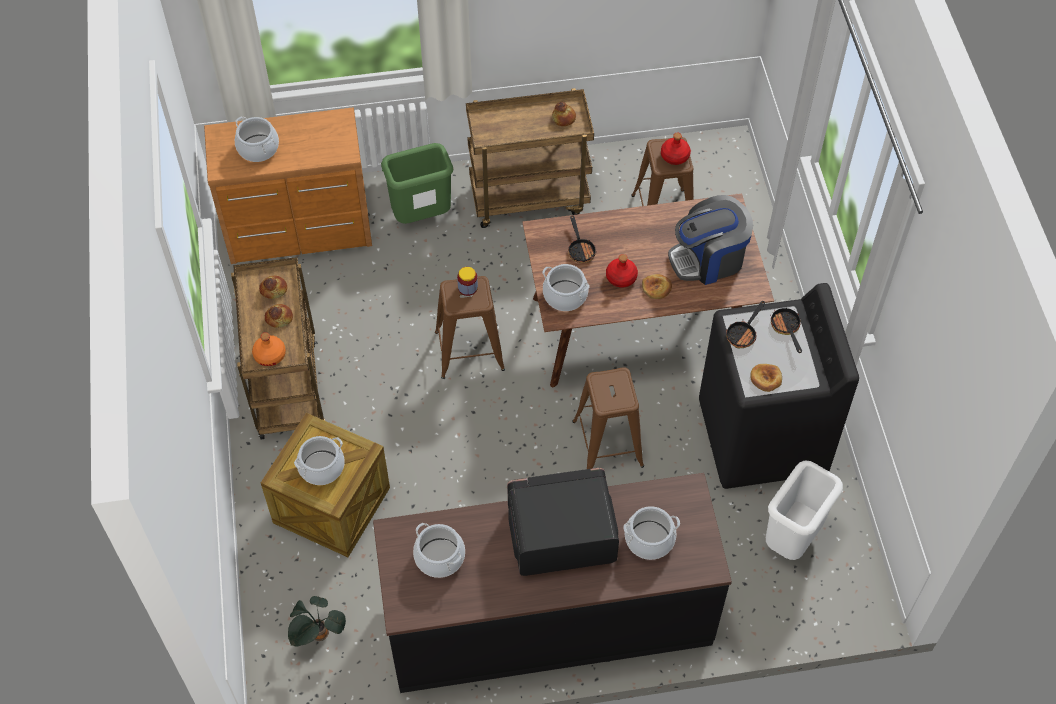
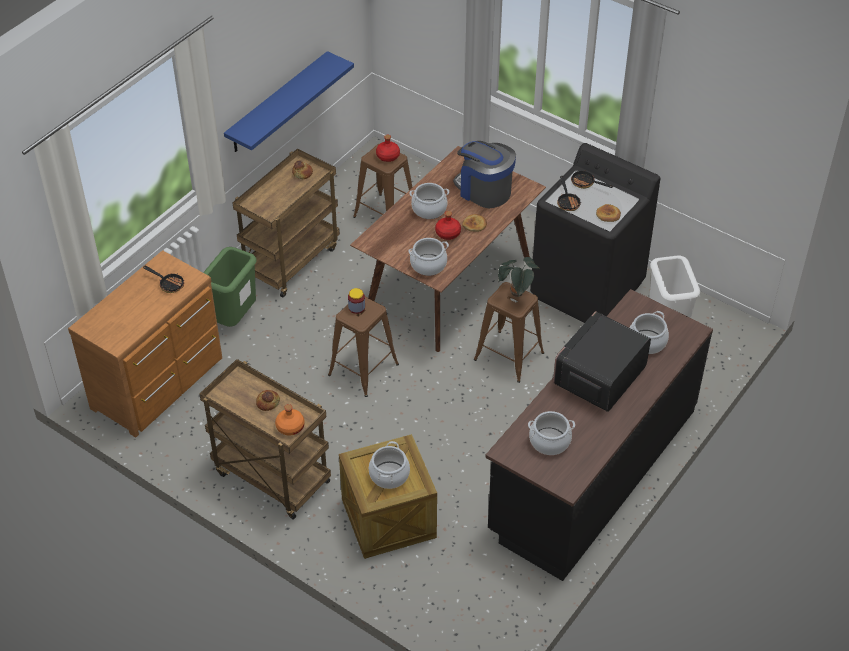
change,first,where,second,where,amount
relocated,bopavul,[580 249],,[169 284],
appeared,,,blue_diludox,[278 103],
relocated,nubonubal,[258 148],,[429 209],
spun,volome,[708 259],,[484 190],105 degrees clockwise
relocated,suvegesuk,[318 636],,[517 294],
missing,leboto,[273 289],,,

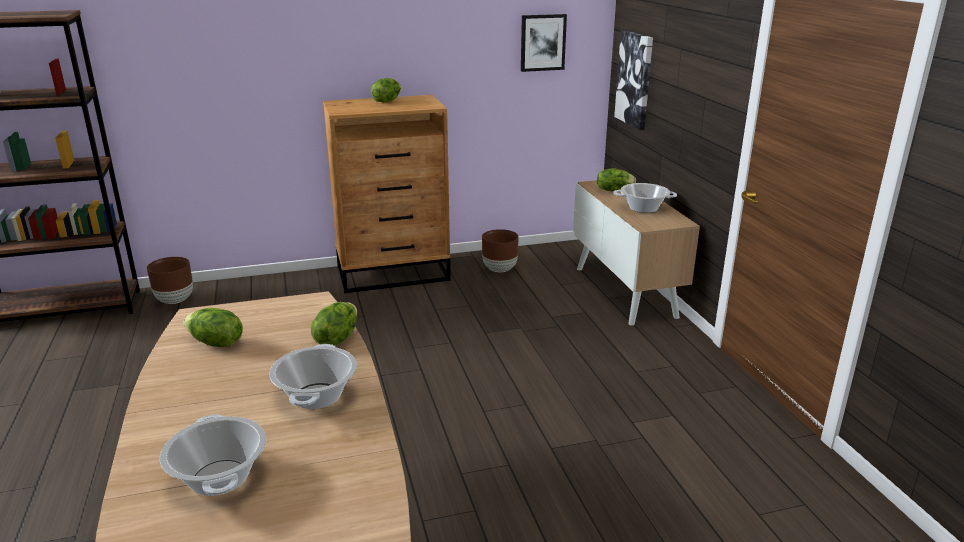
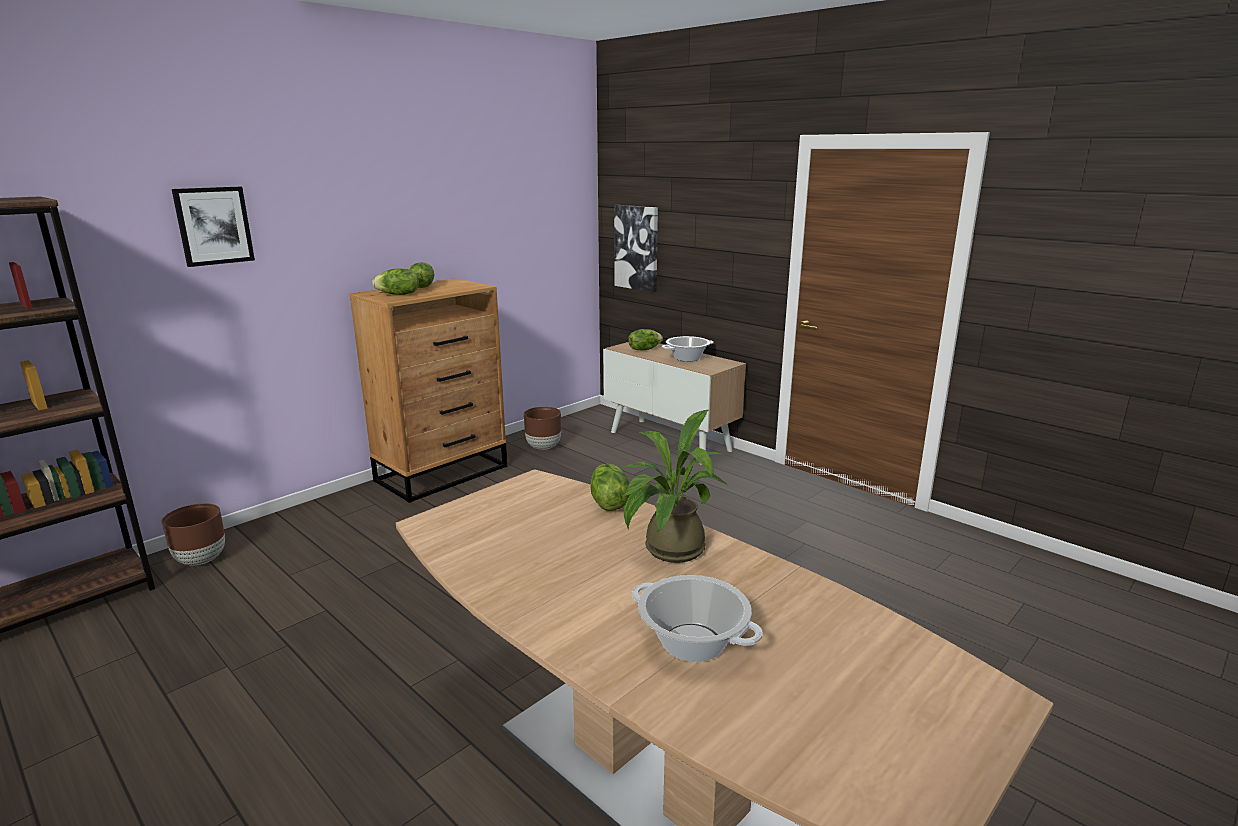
change,first,where,second,where,amount
relocated,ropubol,[542 42],,[214 226],
relocated,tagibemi,[215 343],,[398 295],
exchanged,nubonubal,[316 396],suvegesuk,[668 552],

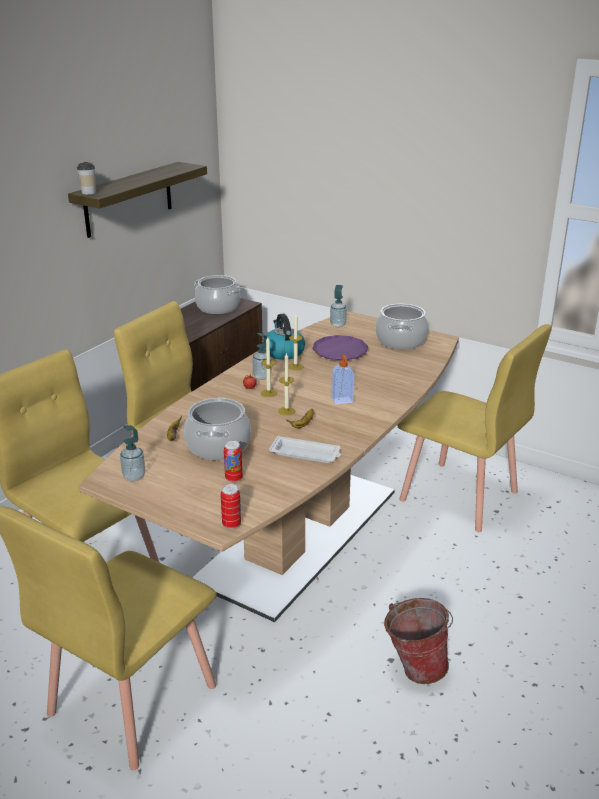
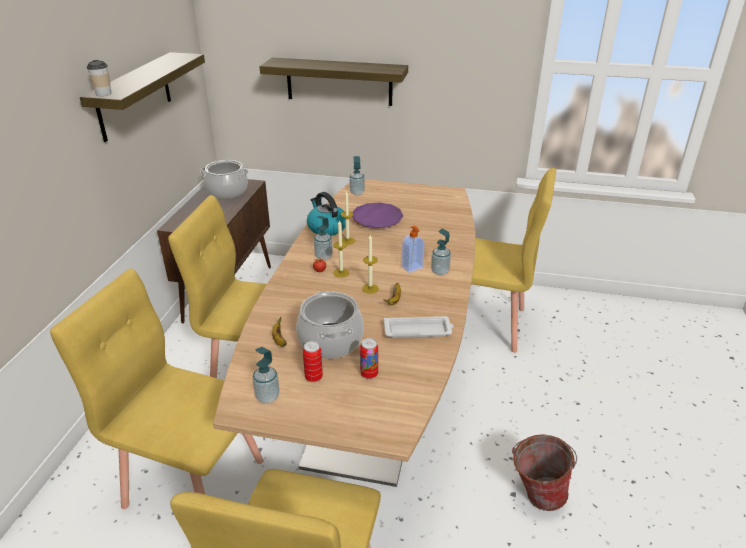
change,first,where,second,where,amount
appeared,,,diludox,[339 81],
relocated,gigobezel,[231 524],,[313 377],
appeared,,,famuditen,[440 271],
missing,nubonubal,[400 341],,,

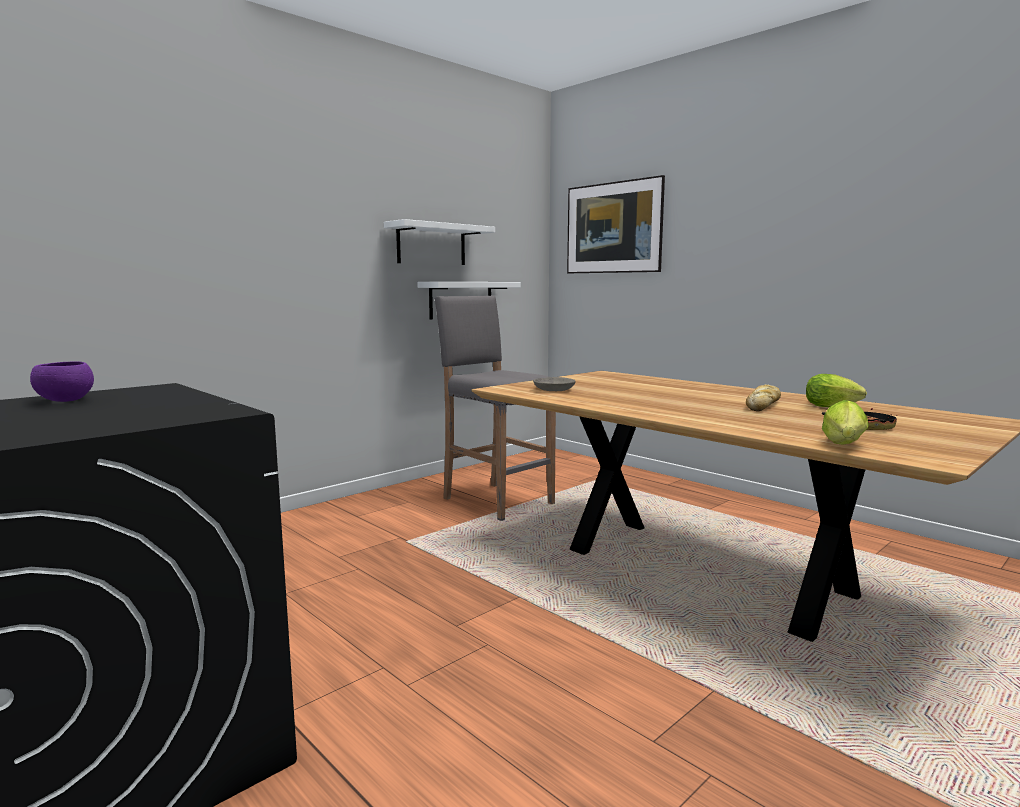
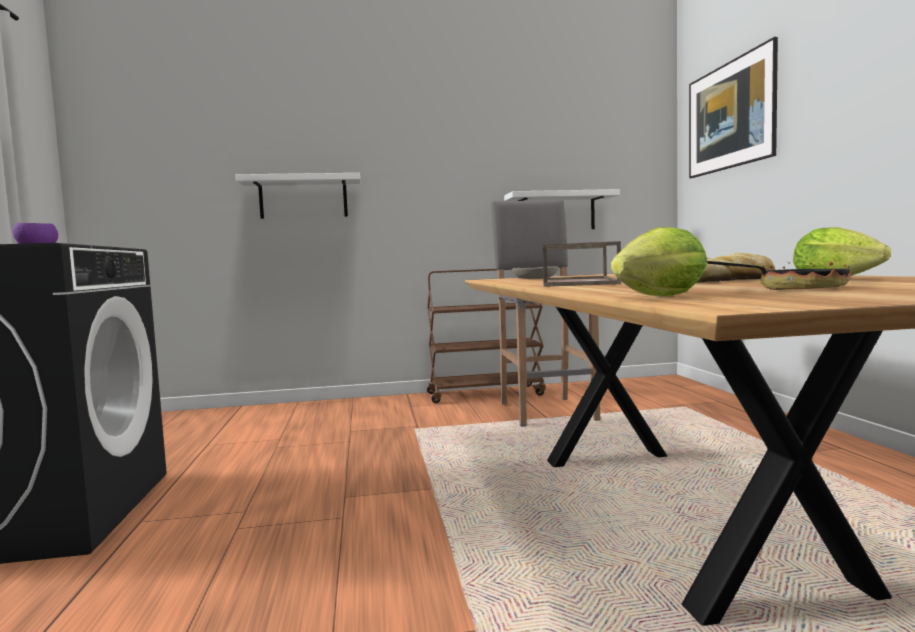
change,first,where,second,where,amount
relocated,white_diludox,[431 244],,[303 198],
appeared,,,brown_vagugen,[486 394],
appeared,,,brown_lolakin,[576 282],

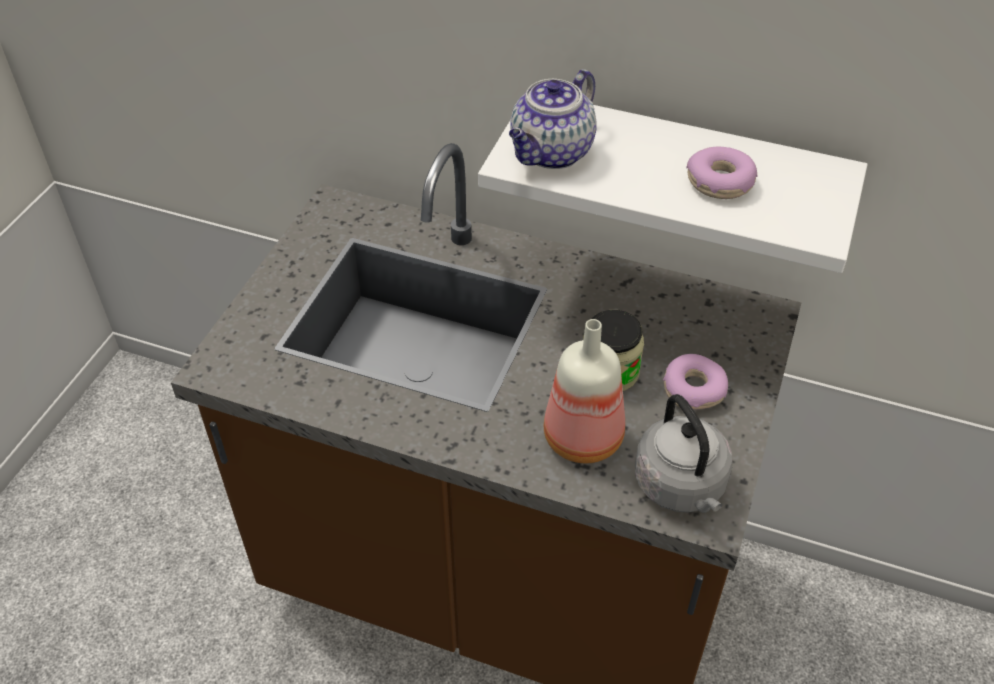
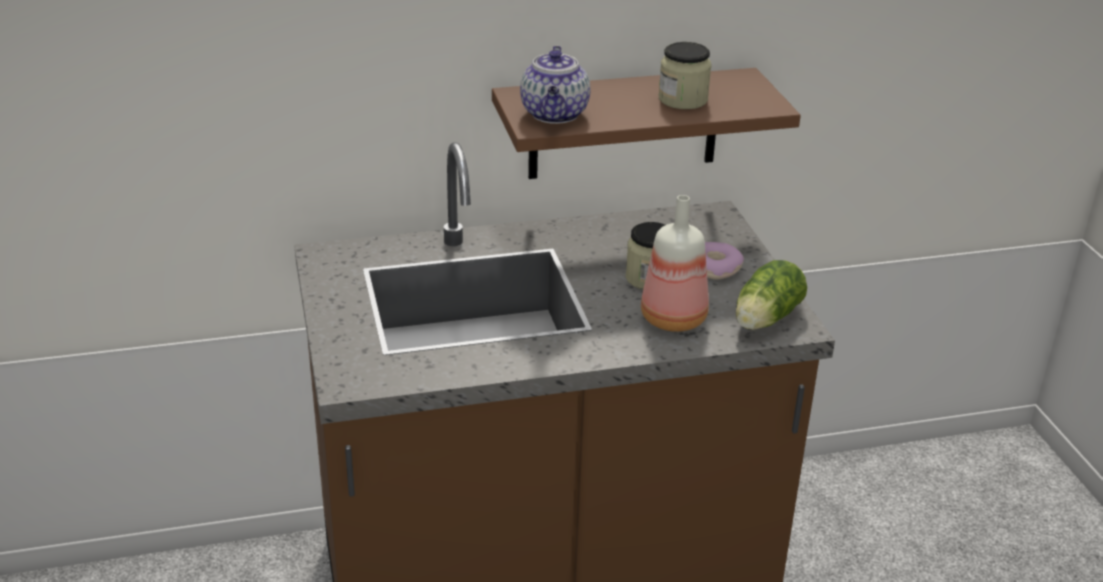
change,first,where,second,where,amount
colour,white_diludox,[683 175],brown_diludox,[624 124],
exchanged,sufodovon,[720 182],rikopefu,[683 99],
exchanged,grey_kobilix,[681 487],tagibemi,[764 319],

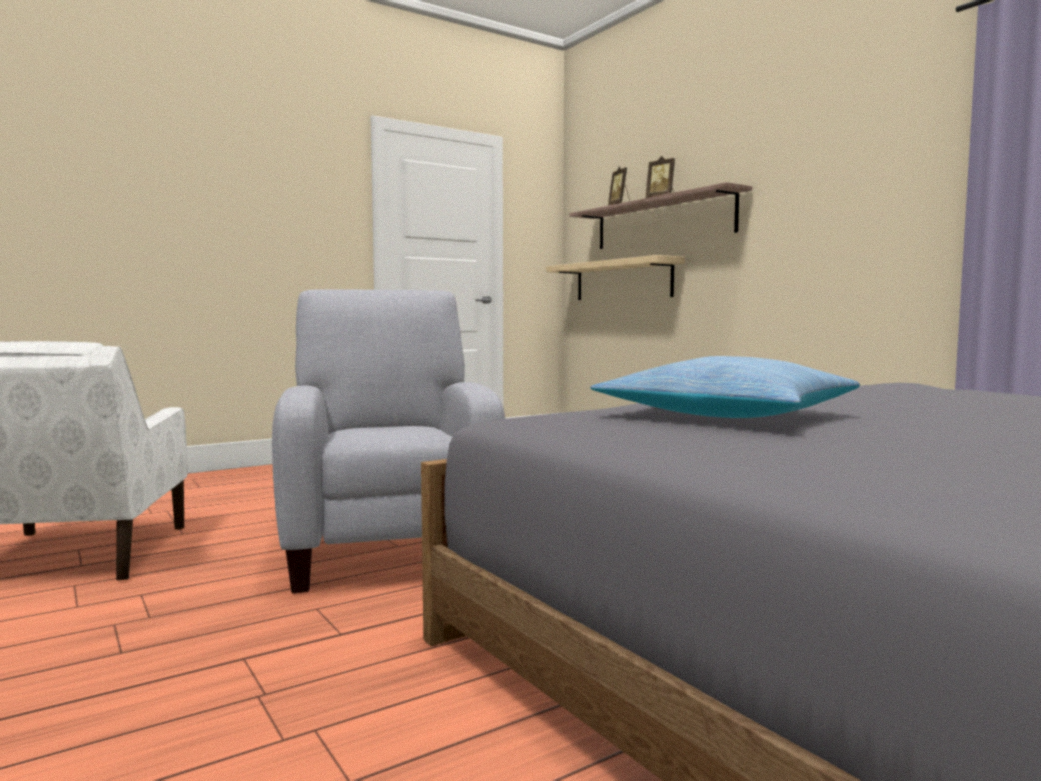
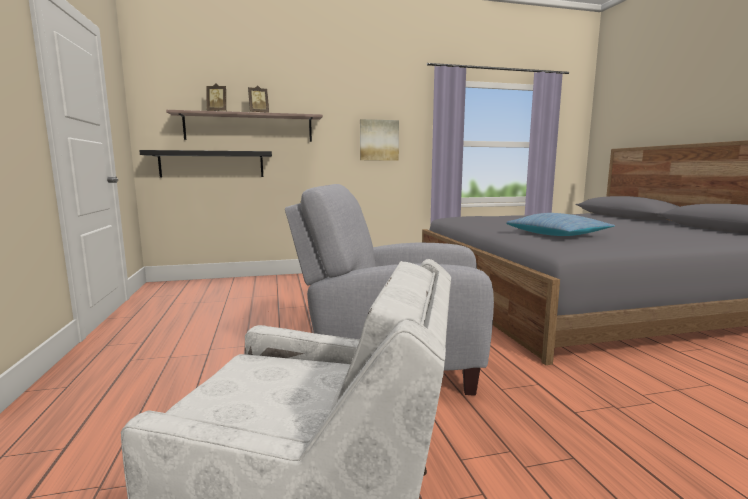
change,first,where,second,where,amount
colour,beige_diludox,[622 280],black_diludox,[212 164],
appeared,,,ropubol,[379 140],

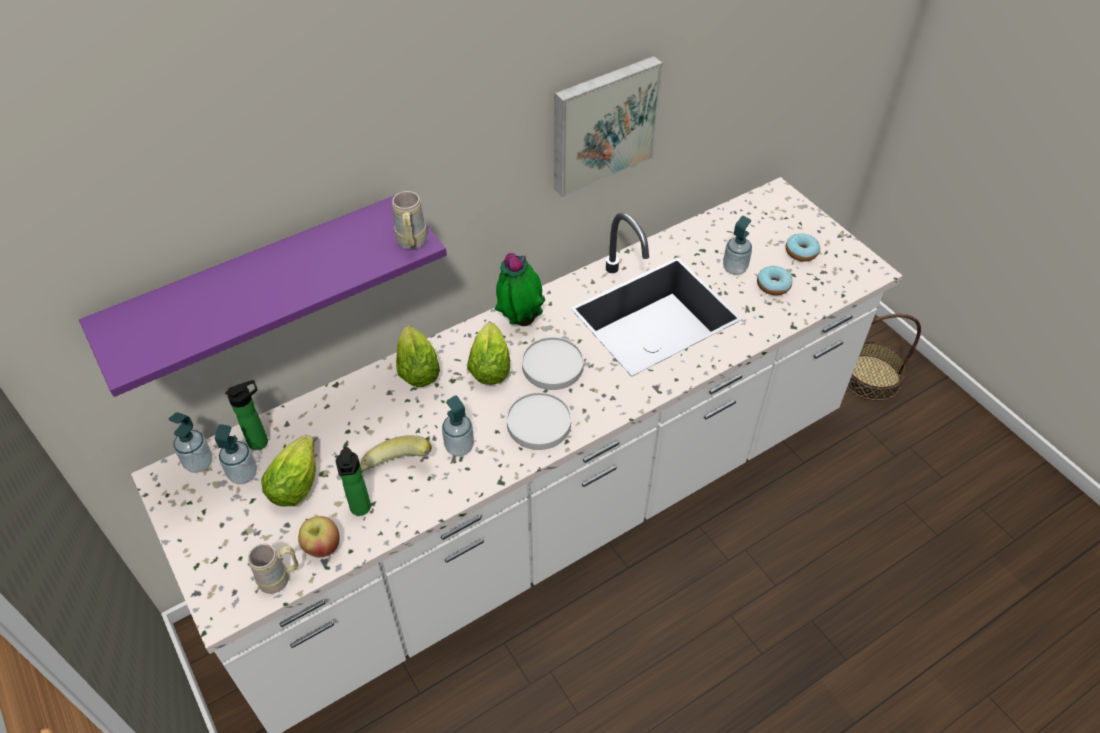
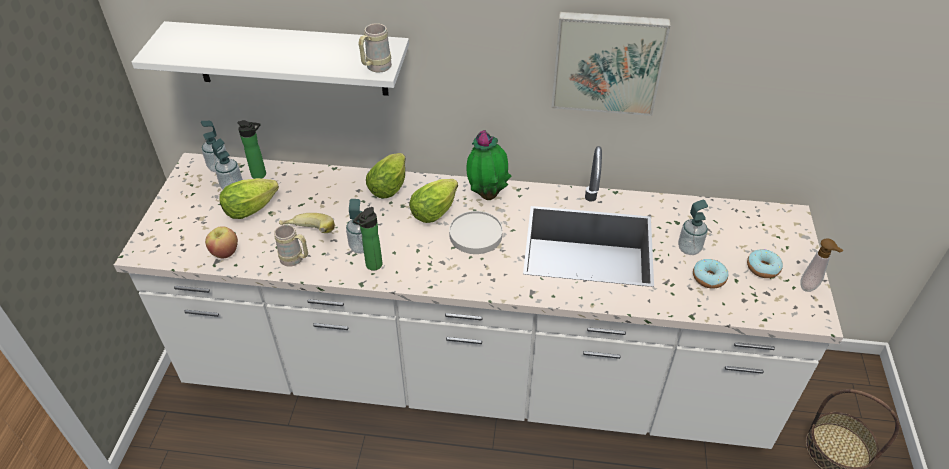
change,first,where,second,where,amount
colour,purple_diludox,[259 284],white_diludox,[290 59],
relocated,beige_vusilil,[280 579],,[295 260],
relocated,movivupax,[360 510],,[372 266],
appeared,,,famuditen,[810 287],
missing,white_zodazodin,[538 424],,,

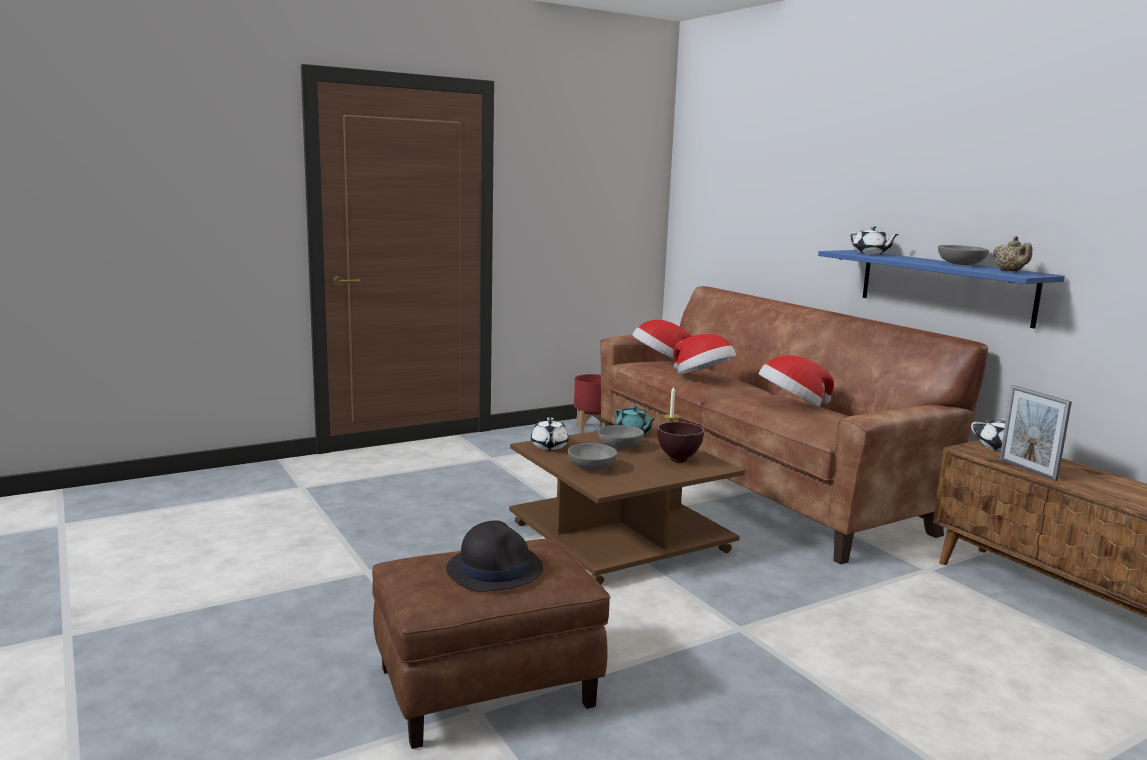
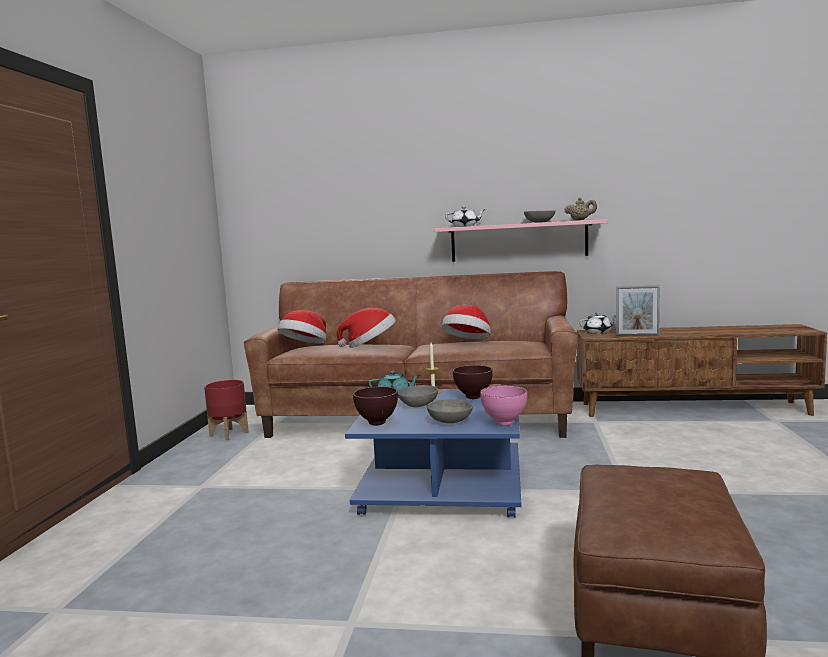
change,first,where,second,where,amount
colour,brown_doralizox,[622 538],blue_doralizox,[444 484],
exchanged,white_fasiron,[549 446],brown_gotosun,[378 423],
colour,blue_diludox,[944 286],pink_diludox,[518 241],
appeared,,,pink_gotosun,[505 424],
missing,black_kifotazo,[495 569],,,

